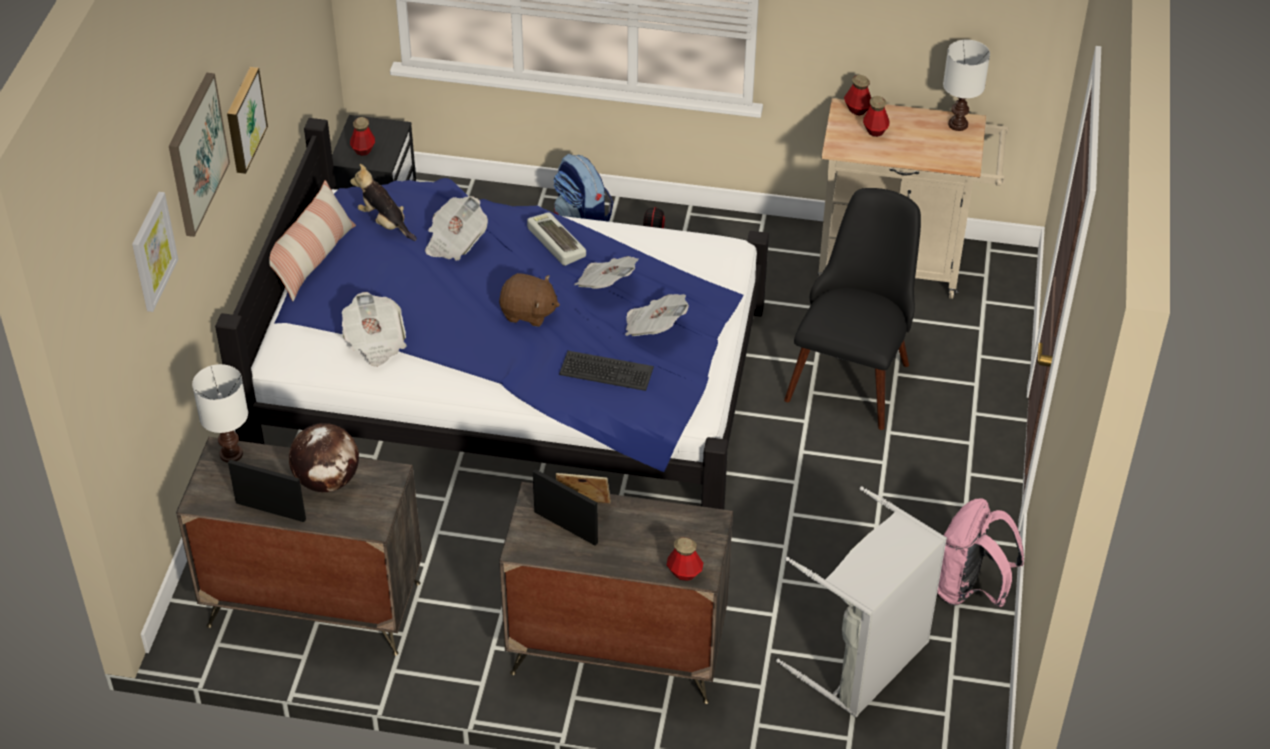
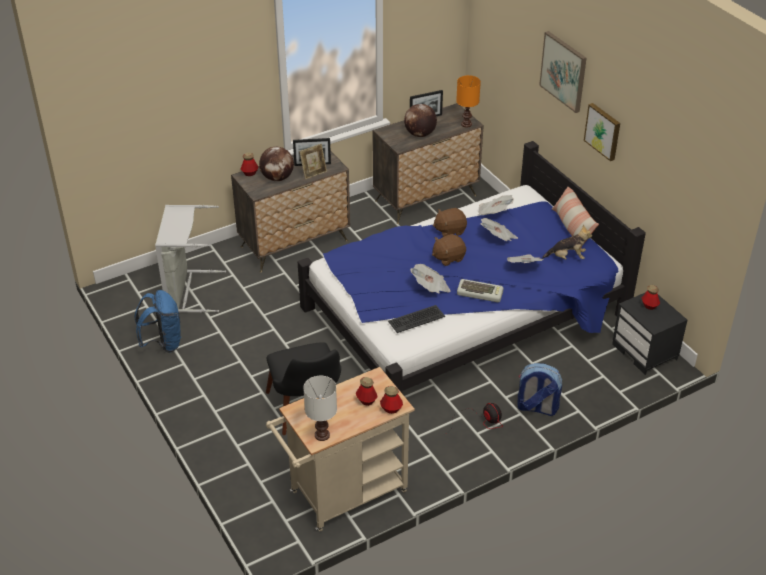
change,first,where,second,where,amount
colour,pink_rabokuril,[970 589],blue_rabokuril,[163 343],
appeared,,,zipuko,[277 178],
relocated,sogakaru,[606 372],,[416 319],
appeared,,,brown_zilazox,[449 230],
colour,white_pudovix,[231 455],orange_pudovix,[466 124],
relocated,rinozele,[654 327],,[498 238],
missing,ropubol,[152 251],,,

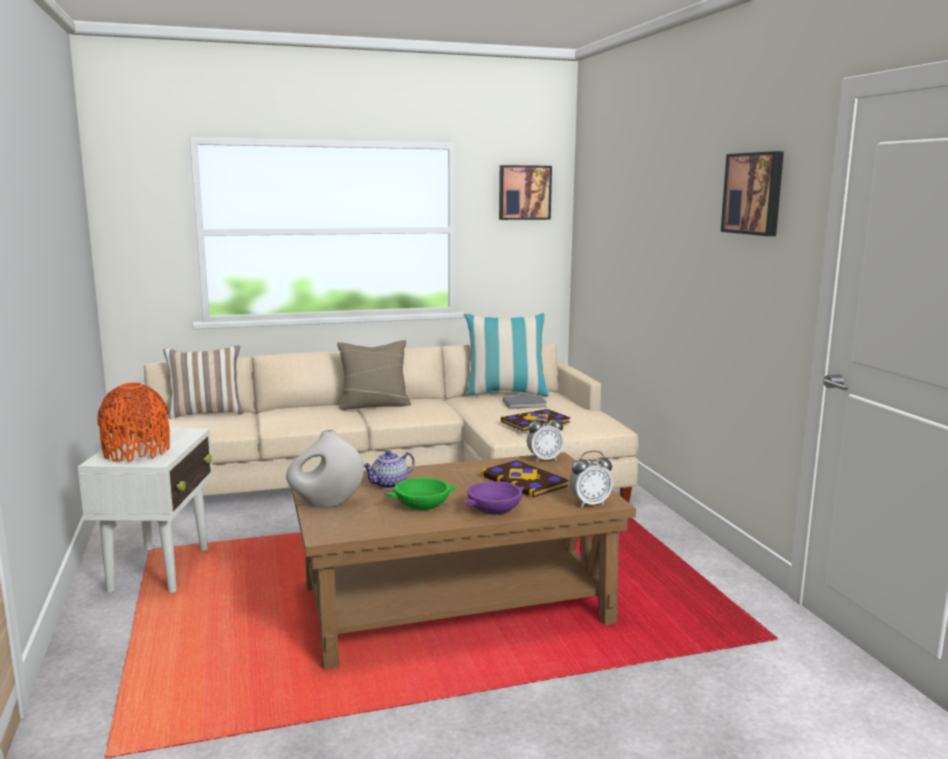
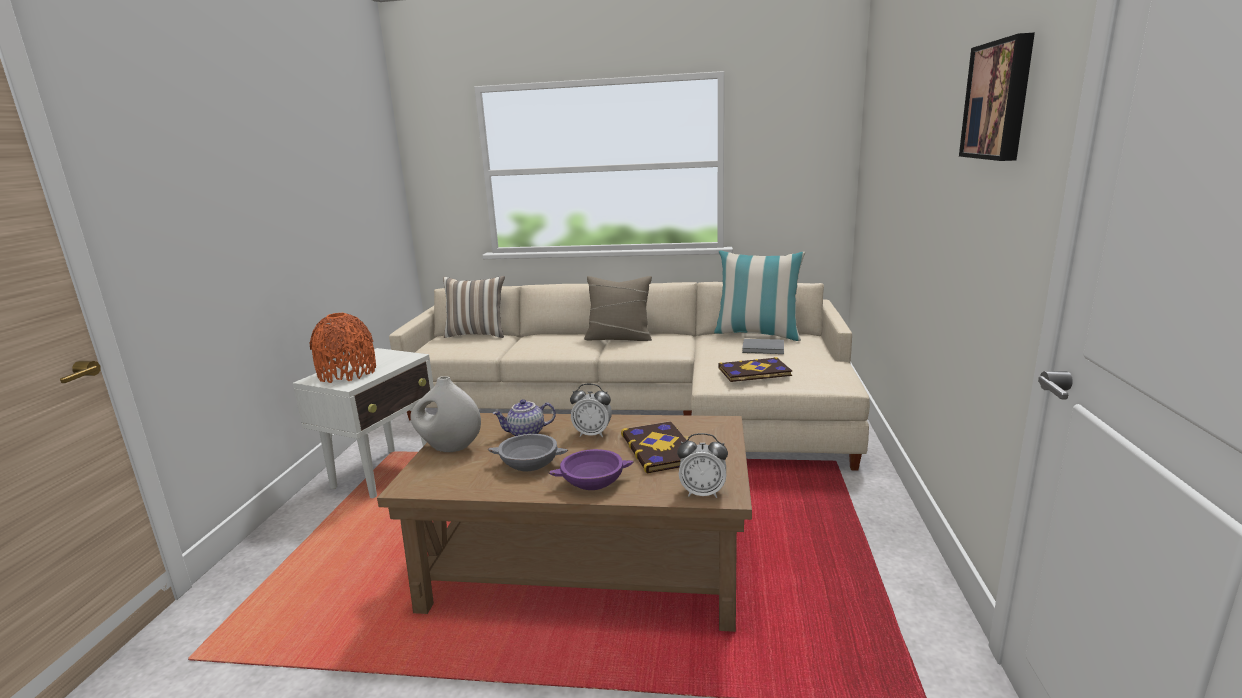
change,first,where,second,where,amount
colour,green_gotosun,[422 504],grey_gotosun,[530 463],
relocated,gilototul,[544 459],,[592 434],
missing,ropubol,[524 192],,,

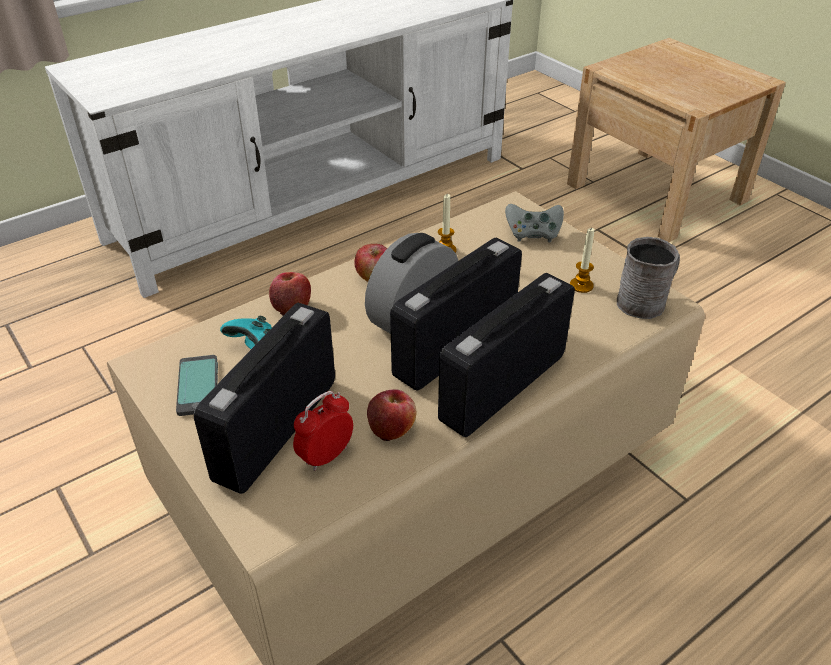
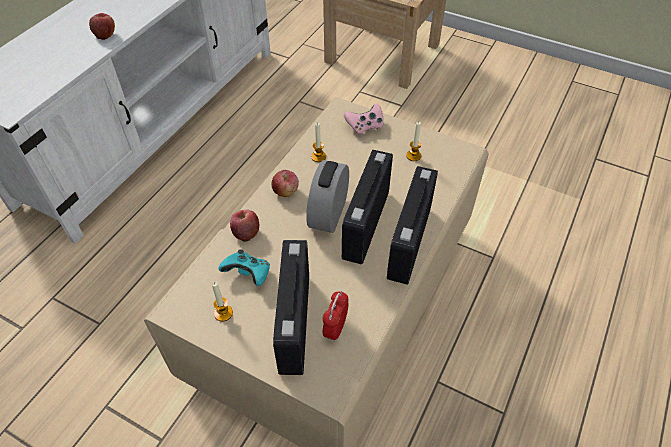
change,first,where,second,where,amount
relocated,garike,[392 428],,[105 34],
exchanged,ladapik,[198 386],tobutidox,[223 313],
colour,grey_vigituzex,[533 234],pink_vigituzex,[365 127],
missing,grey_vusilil,[646 301],,,

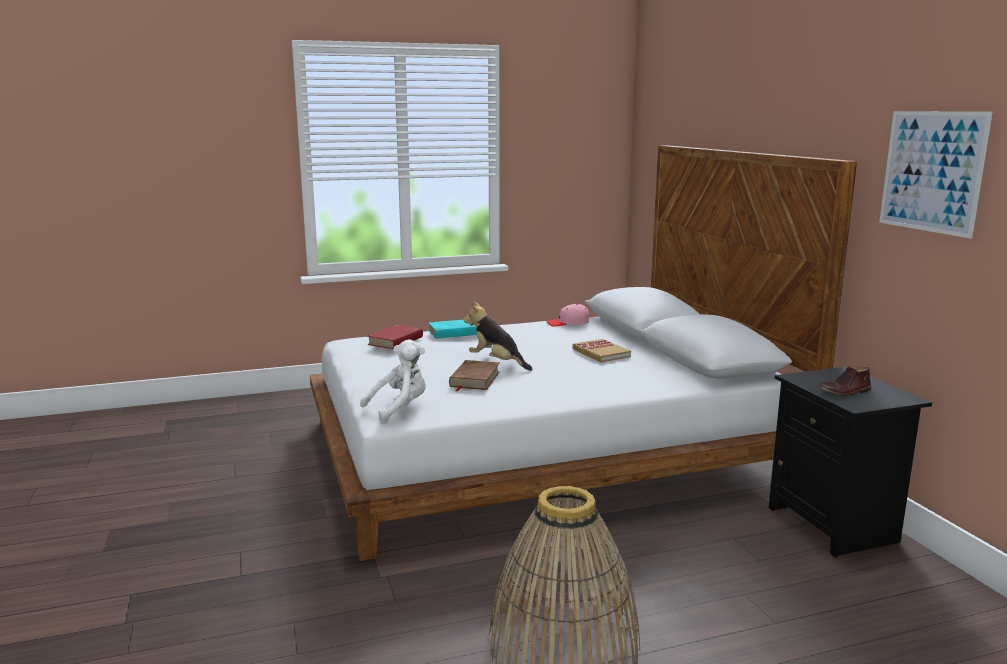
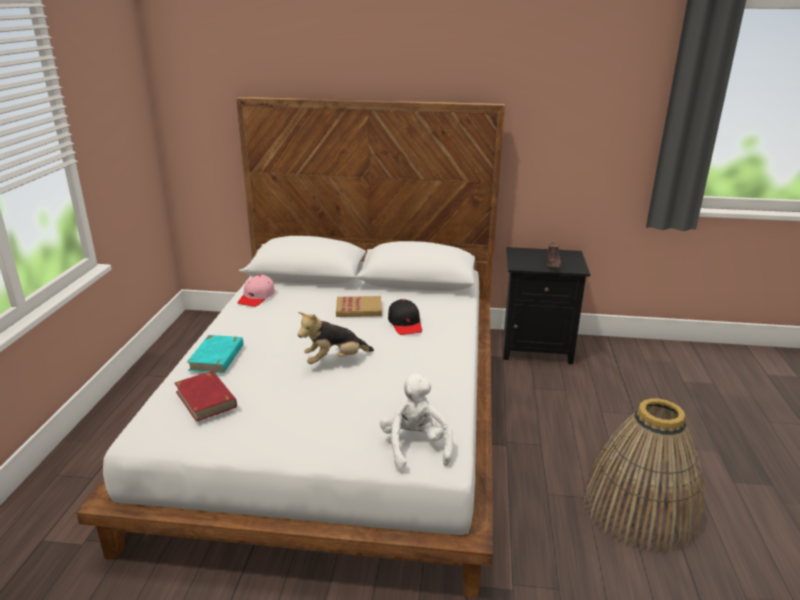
change,first,where,second,where,amount
appeared,,,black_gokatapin,[405 324],
missing,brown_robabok,[474 379],,,
missing,ropubol,[931 171],,,

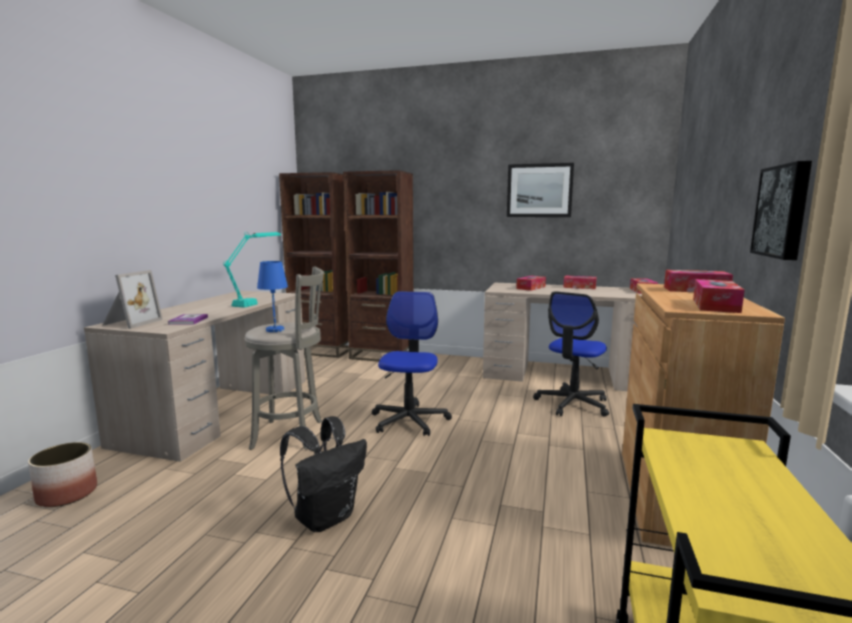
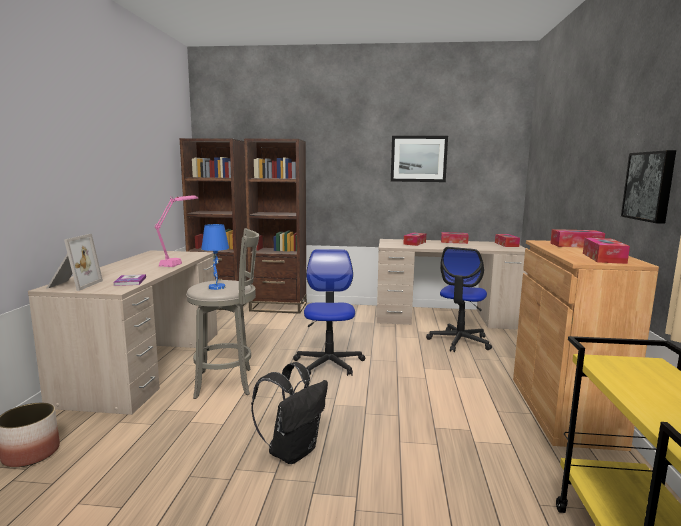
change,first,where,second,where,amount
colour,turquoise_pudovix,[257 302],pink_pudovix,[180 261],

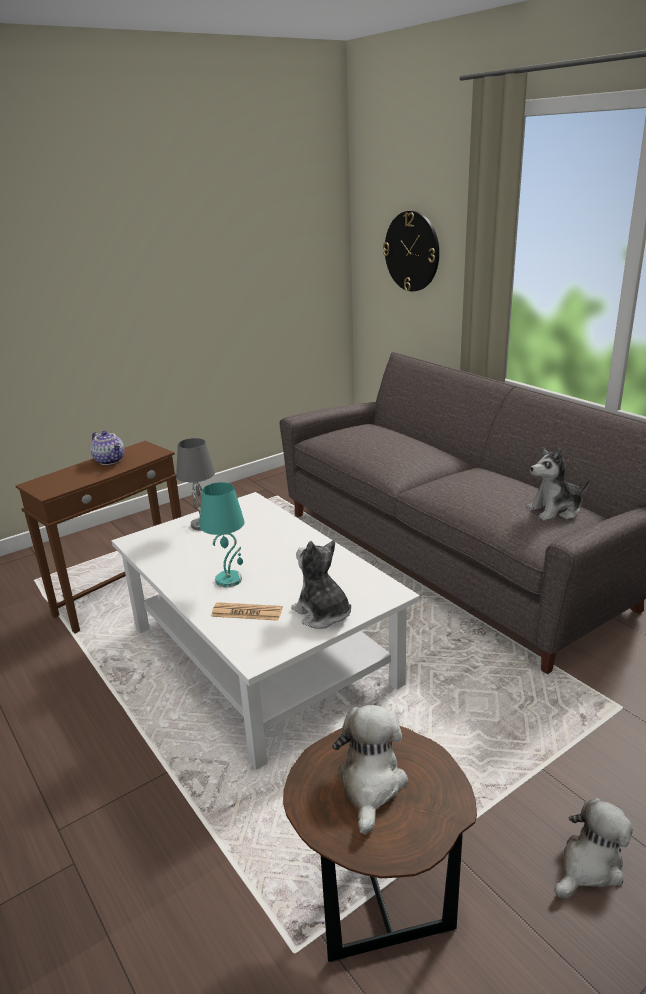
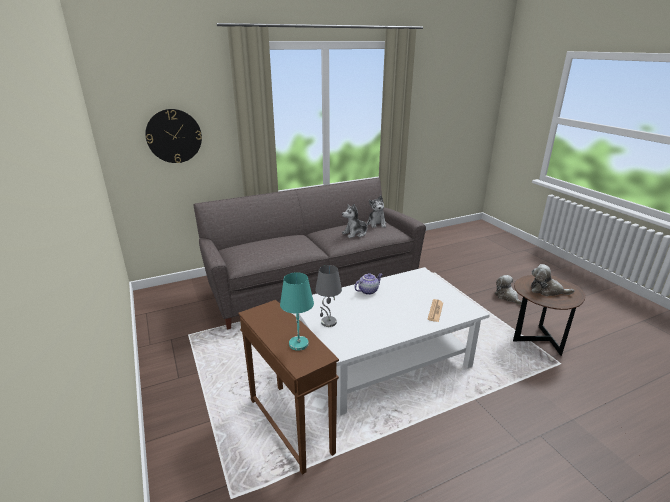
change,first,where,second,where,amount
relocated,turquoise_pudovix,[229 579],,[298 343],
relocated,zilazox,[322 614],,[355 233],
relocated,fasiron,[110 460],,[368 290],

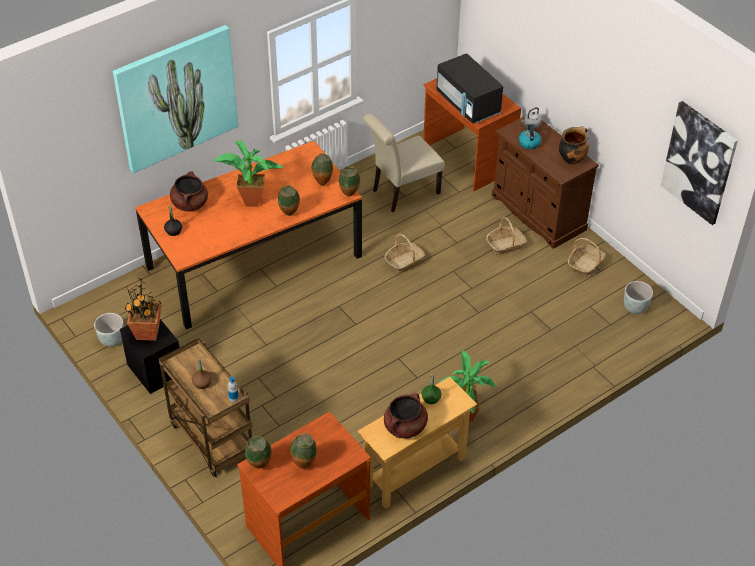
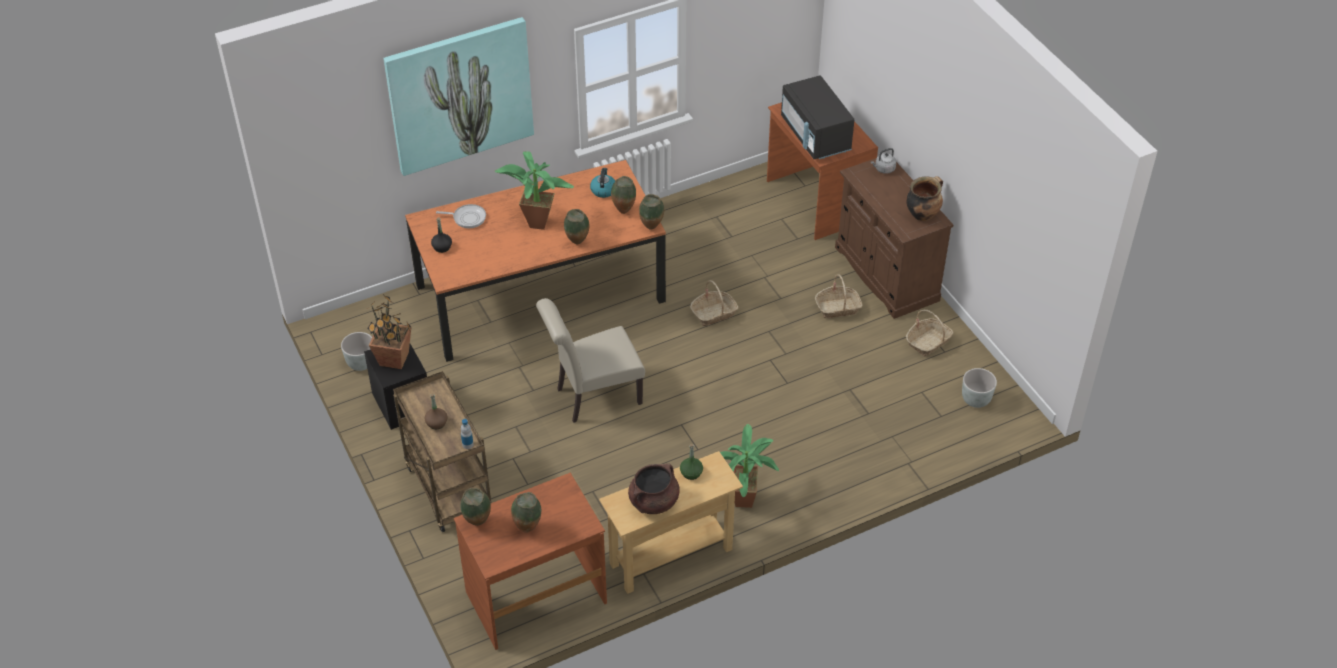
change,first,where,second,where,amount
exchanged,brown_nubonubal,[190 204],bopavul,[467 218],
relocated,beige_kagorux,[402 193],,[593 397],
relocated,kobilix,[529 143],,[603 190],
missing,ropubol,[699 162],,,

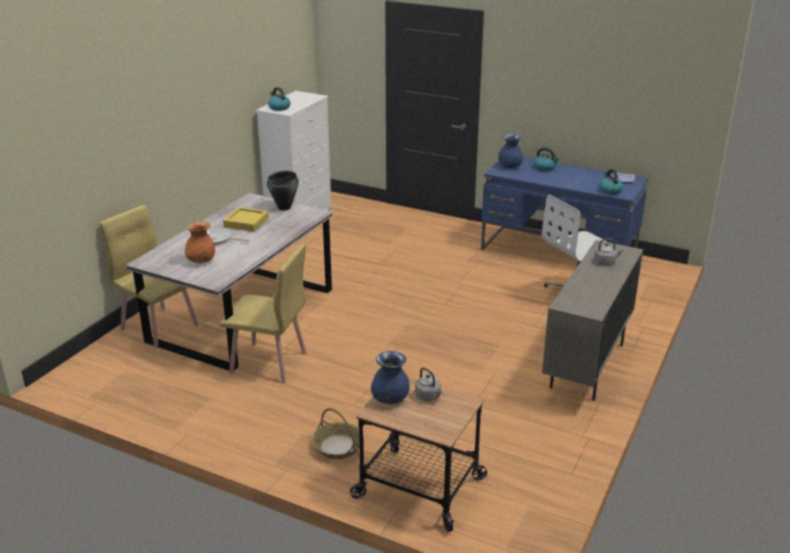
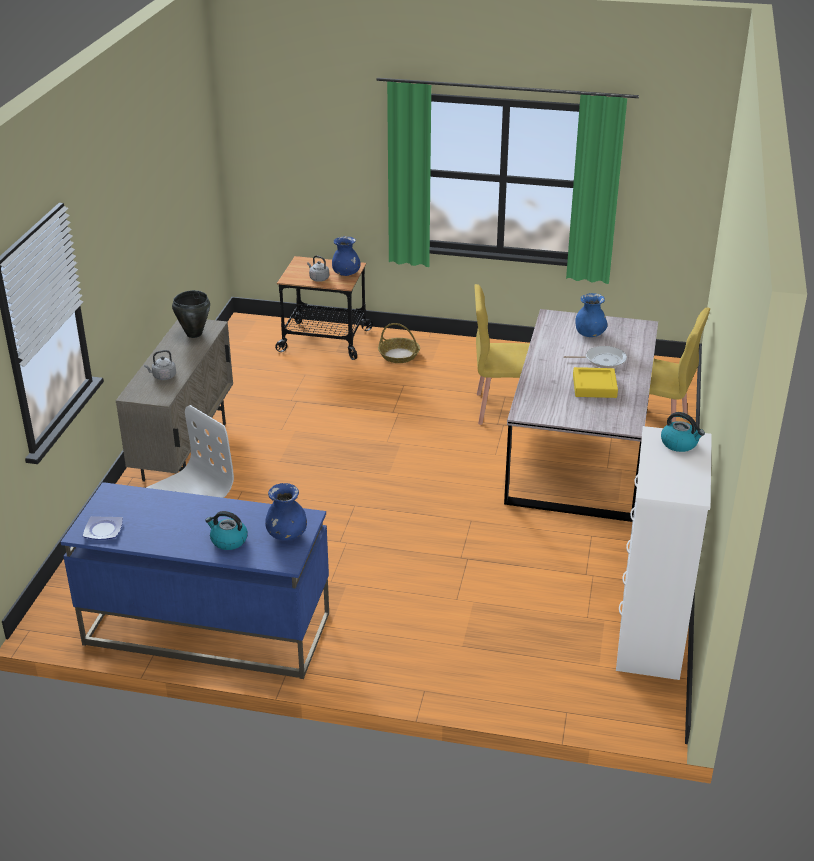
change,first,where,second,where,amount
relocated,black_nubonubal,[284 207],,[193 334],
colour,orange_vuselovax,[201 261],blue_vuselovax,[589 334],
missing,kobilix,[610 191],,,

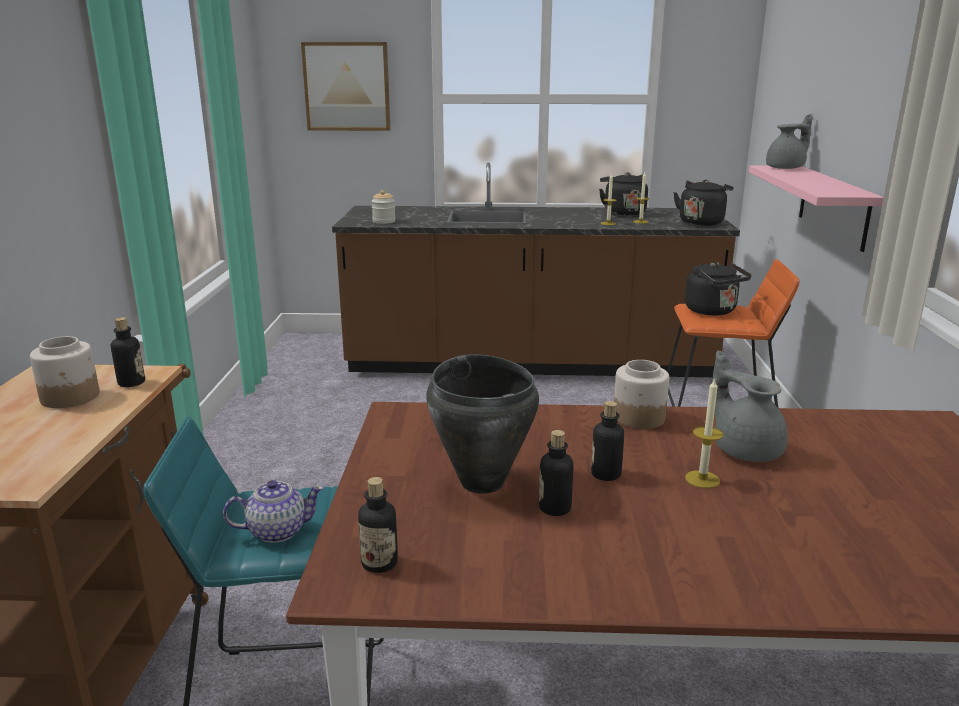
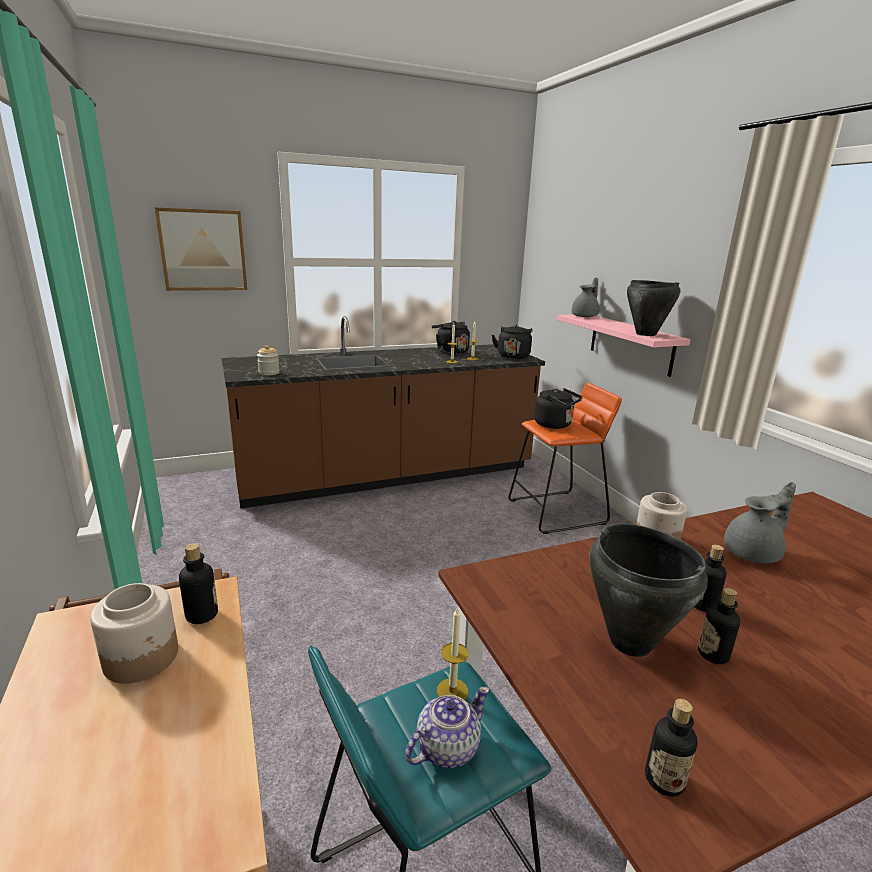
change,first,where,second,where,amount
relocated,tobutidox,[702 479],,[452 690],
appeared,,,black_nubonubal,[646 334],
spun,grey_fasiron,[745 449],,[753 553],120 degrees clockwise

